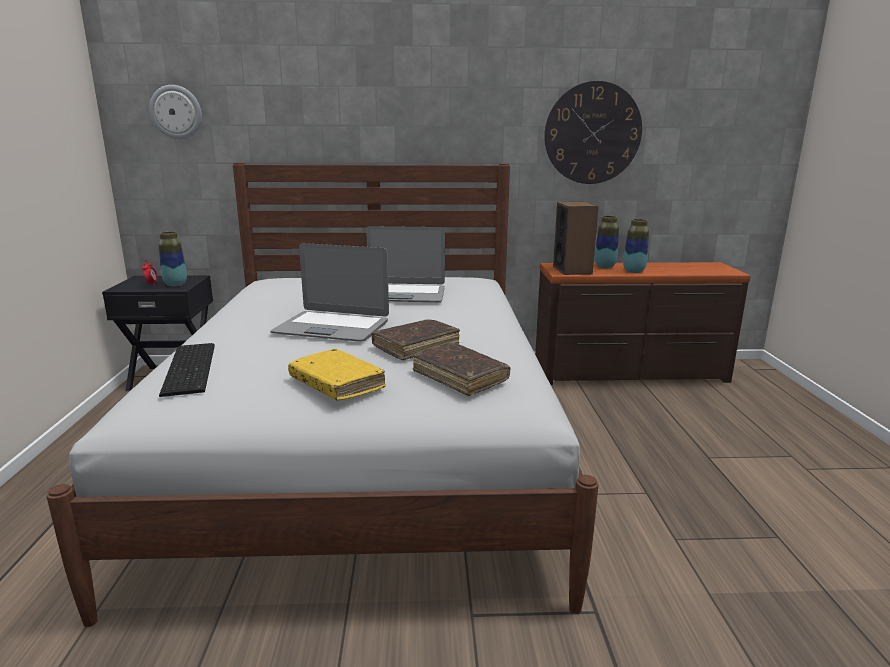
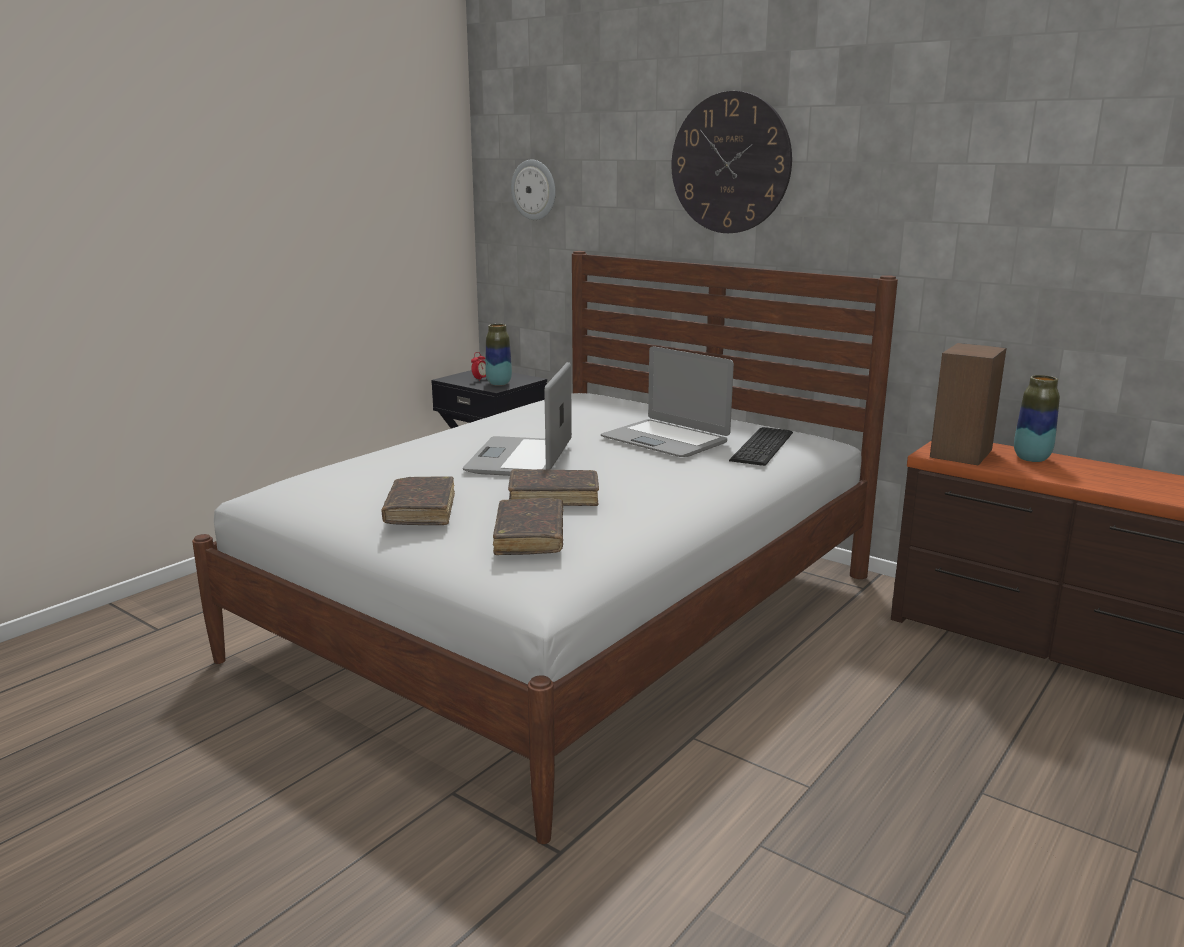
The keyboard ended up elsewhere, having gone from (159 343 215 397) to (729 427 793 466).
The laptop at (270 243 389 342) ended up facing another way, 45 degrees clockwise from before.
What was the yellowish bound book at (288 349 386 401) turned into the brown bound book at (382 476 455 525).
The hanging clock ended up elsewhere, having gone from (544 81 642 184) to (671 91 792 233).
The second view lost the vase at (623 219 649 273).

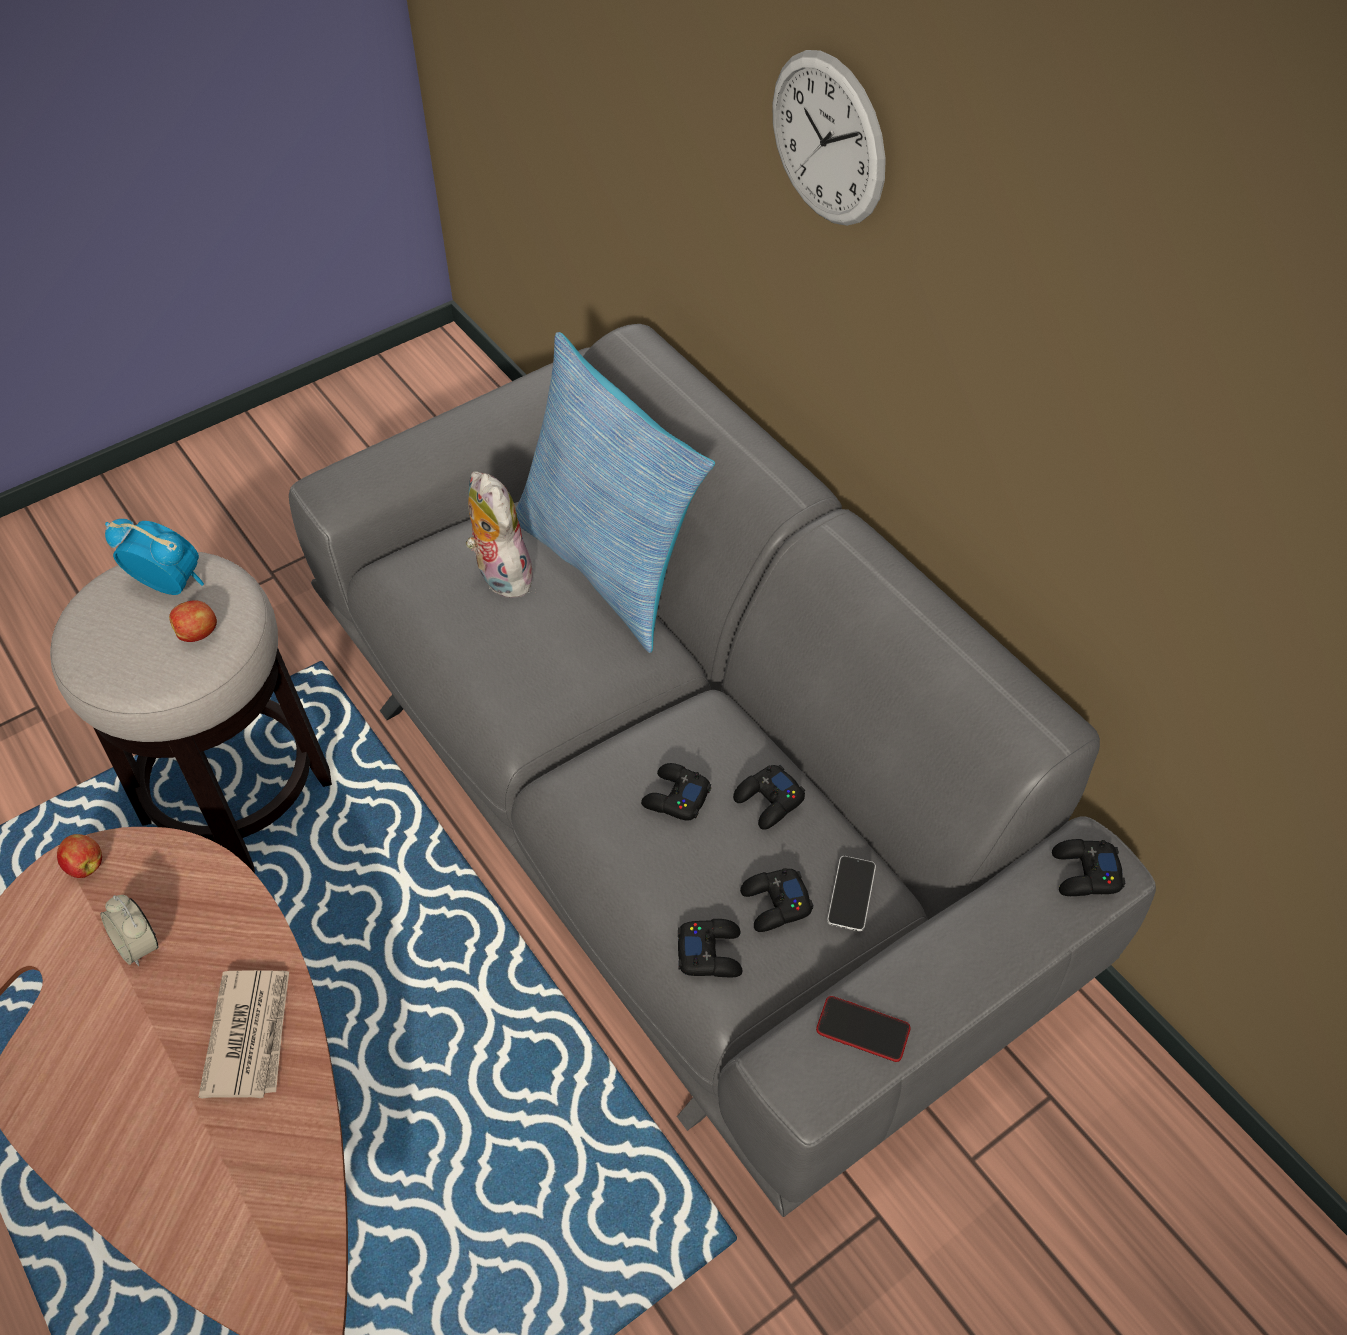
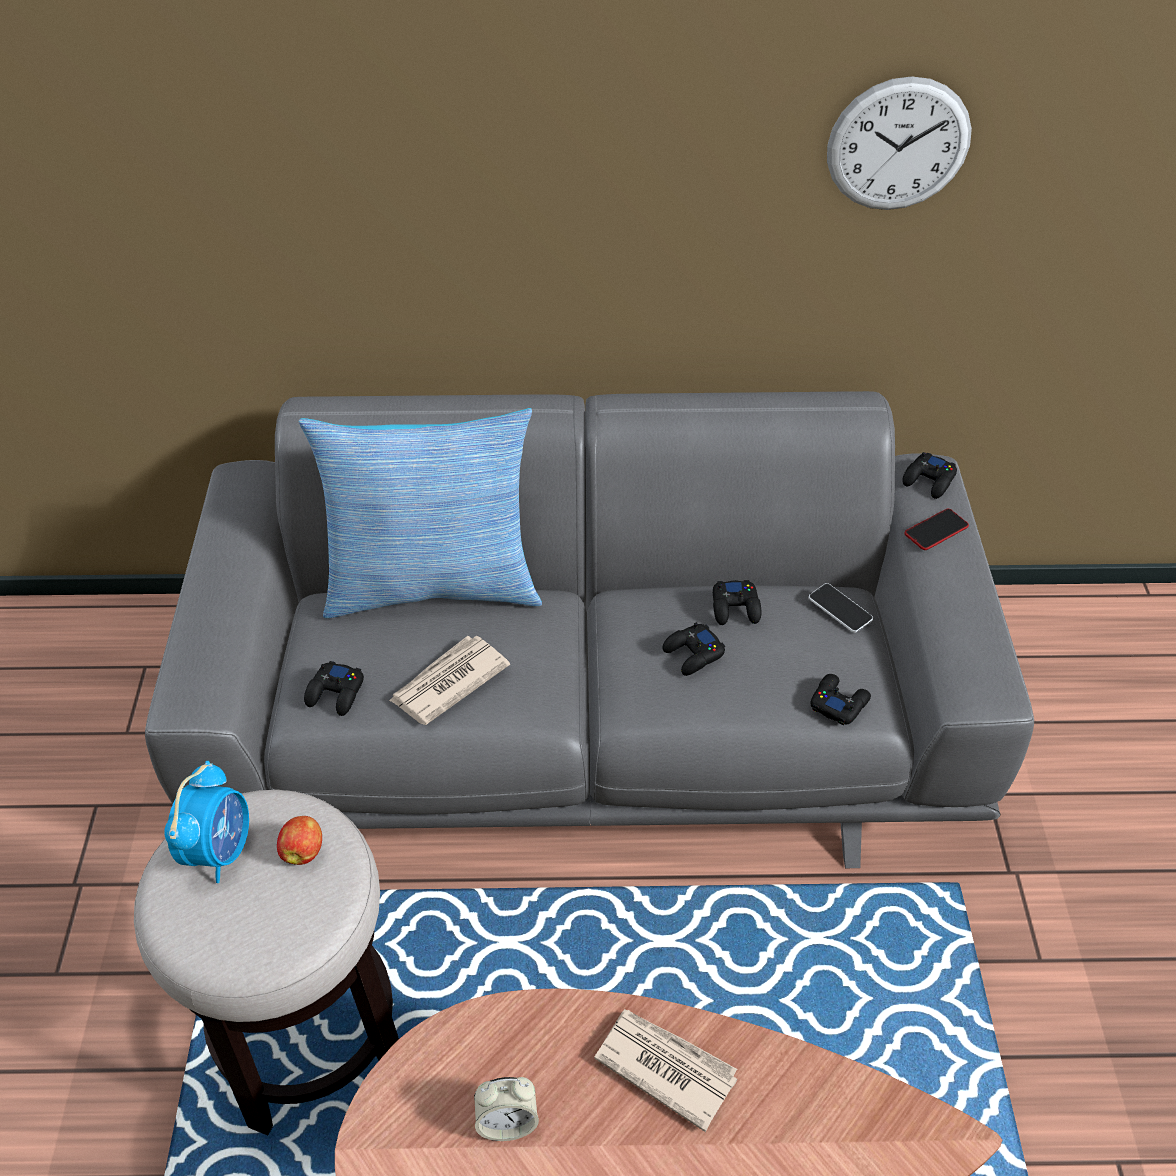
The second view lost the apple fruit at (57 834 102 878).
The table clock at (105 519 204 595) ended up facing another way, 135 degrees clockwise from before.
The second view lost the plush toy at (466 471 536 598).
The black-coloured game controller ended up elsewhere, having gone from (740 868 813 932) to (304 661 364 716).
The hanging clock ended up elsewhere, having gone from (772 50 886 226) to (827 76 972 210).
The telephone ended up elsewhere, having gone from (816 996 910 1062) to (905 509 969 550).
The second view gained the printed paper at (389 636 510 725).

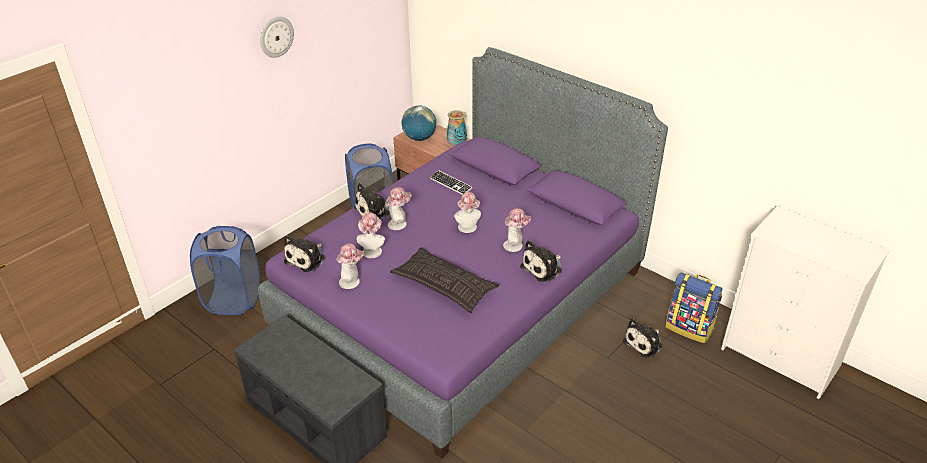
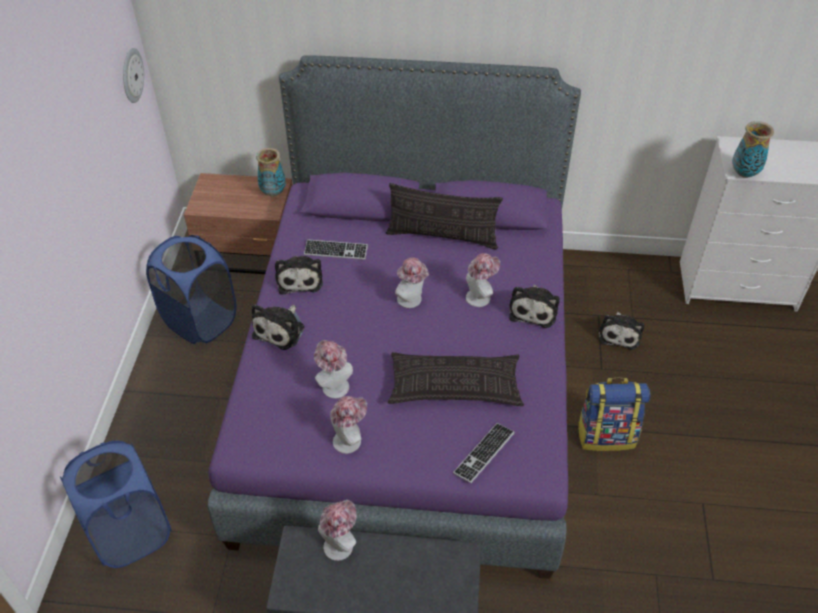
The hanging clock ended up elsewhere, having gone from (260 16 294 58) to (123 48 144 103).
The plush toy ended up elsewhere, having gone from (284 235 326 272) to (275 256 323 294).
The clothing hat ended up elsewhere, having gone from (386 187 412 230) to (318 500 356 561).
The second view lost the world globe at (402 105 437 141).
The knapsack ended up elsewhere, having gone from (666 272 723 343) to (577 378 650 451).
The second view gained the pillow at (386 183 503 249).
The second view gained the keyboard at (453 423 515 483).
The second view gained the vase at (732 121 774 178).

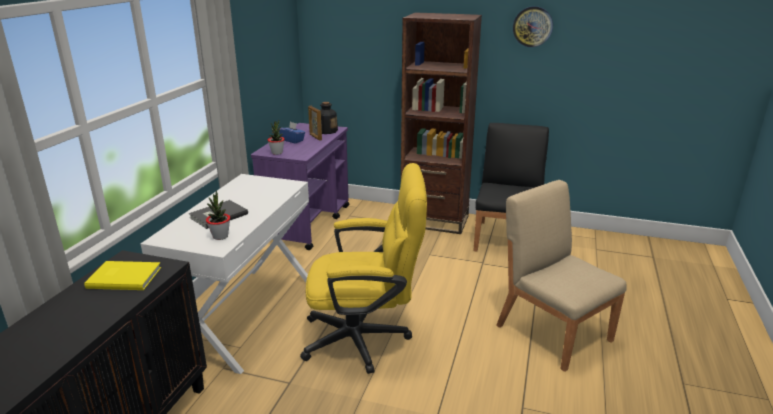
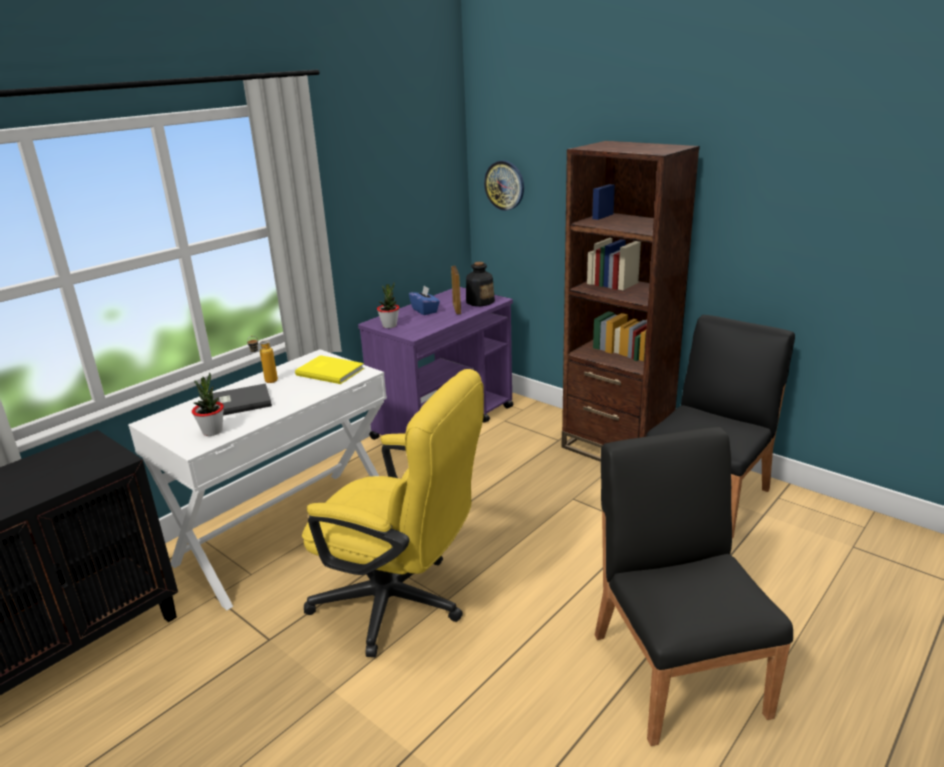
The yellowish bound book ended up elsewhere, having gone from (84 261 161 290) to (295 355 364 384).
What was the sand-coloured upright chair at (496 180 626 372) turned into the black-coloured upright chair at (595 427 793 746).
The hanging clock ended up elsewhere, having gone from (513 6 553 47) to (484 160 524 211).
The second view gained the bottle at (247 336 278 383).

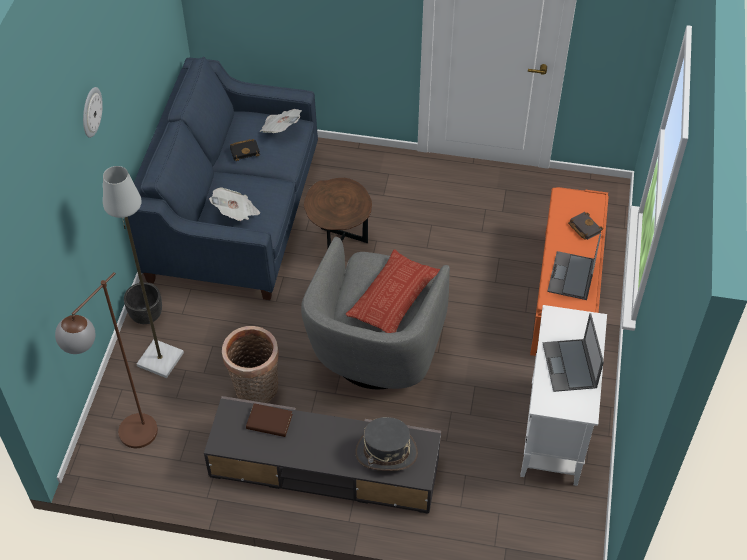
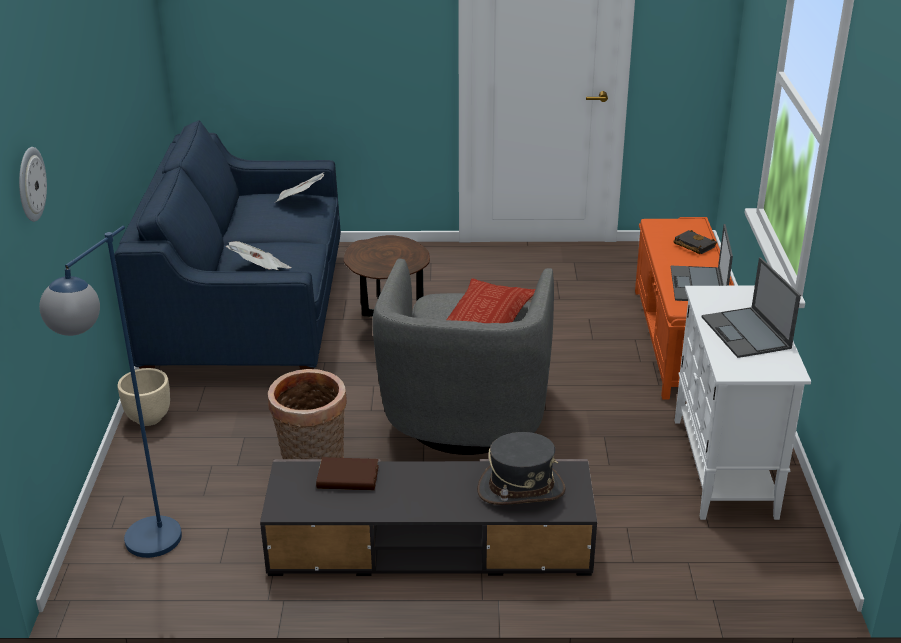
What was the brown standard lamp at (55 272 158 448) turned into the bluish standard lamp at (39 226 182 558).
The hanging clock ended up elsewhere, having gone from (83 87 103 138) to (19 147 47 222).
The second view lost the grey standard lamp at (103 166 184 378).
What was the black-coloured flower pot at (124 282 162 324) turned into the sand-coloured flower pot at (118 368 170 426).
The second view lost the black-coloured bound book at (230 139 260 161).

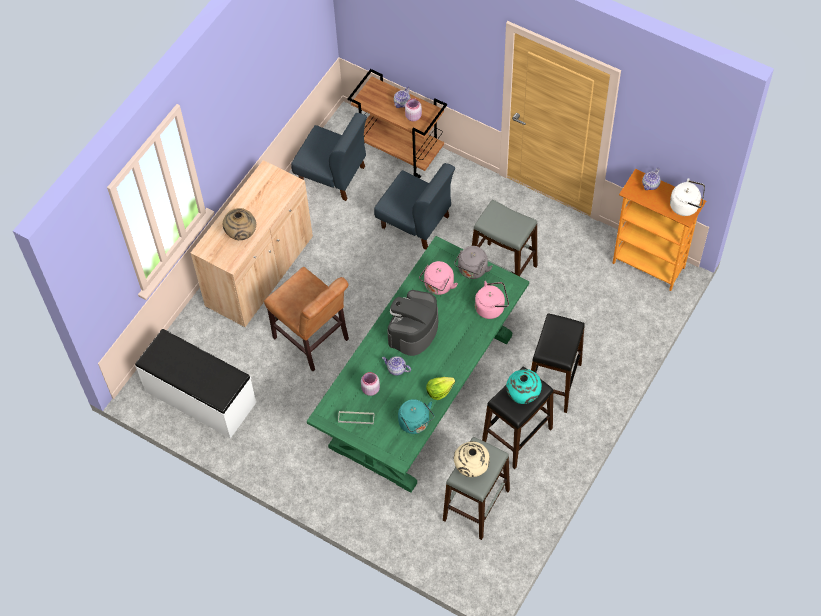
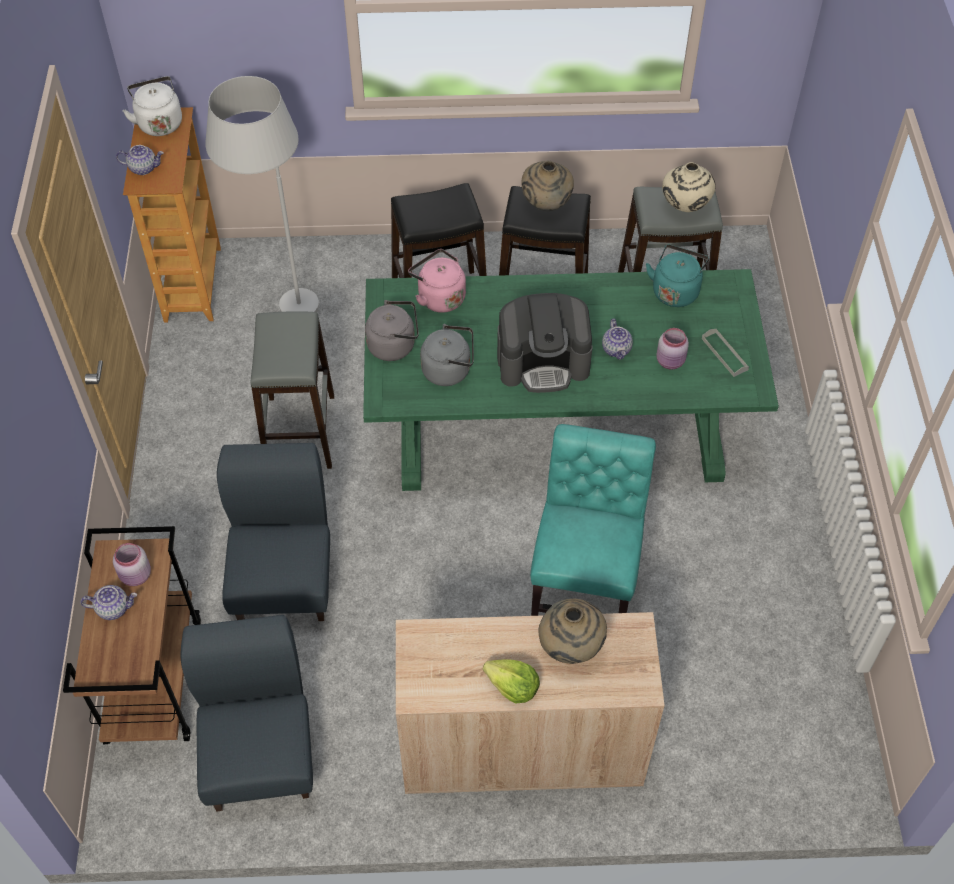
The second view lost the white indoor bench at (135 329 256 439).
What was the brown upright chair at (264 267 349 371) turned into the turquoise-coloured upright chair at (530 424 656 616).
What was the pinkish water kettle at (419 261 458 295) turned into the grey water kettle at (420 324 474 386).
The lettuce head ended up elsewhere, having gone from (426 377 455 400) to (483 659 540 703).
What was the turquoise-coloured vase at (506 369 542 404) turned into the sand-coloured vase at (521 161 574 211).
The second view gained the white standard lamp at (205 76 319 313).

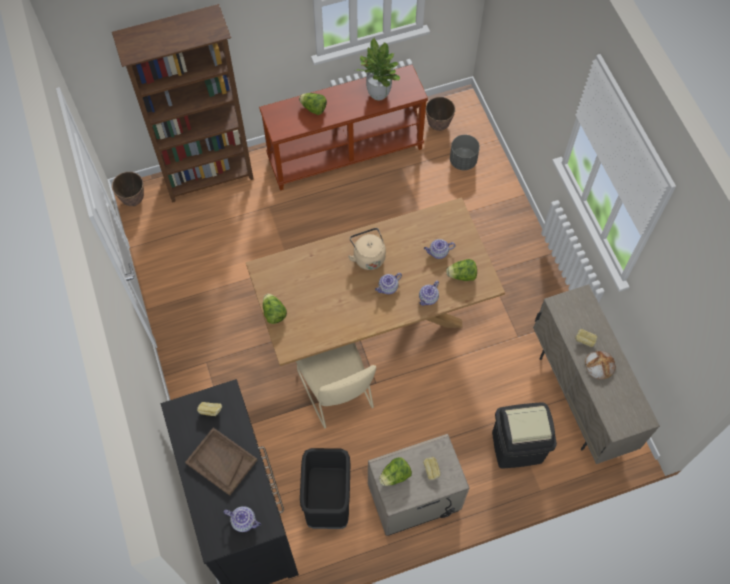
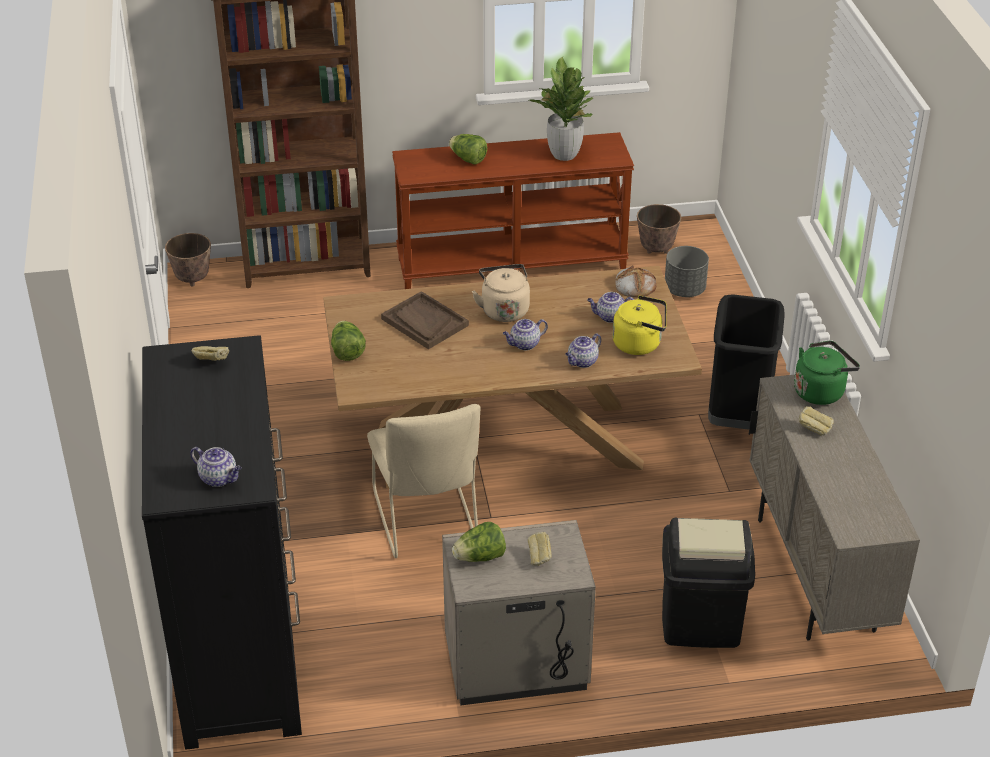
The brown carrying tray ended up elsewhere, having gone from (185 428 257 496) to (381 291 469 349).
The black-coloured rubbish bin ended up elsewhere, having gone from (300 448 350 529) to (708 294 785 430).
Where the lettuce head stood at (446 259 477 281), the yellowish water kettle came to stand at (612 295 667 355).
The bakery bread ended up elsewhere, having gone from (585 351 616 379) to (615 265 656 297).
The second view gained the greenish water kettle at (794 341 860 405).

